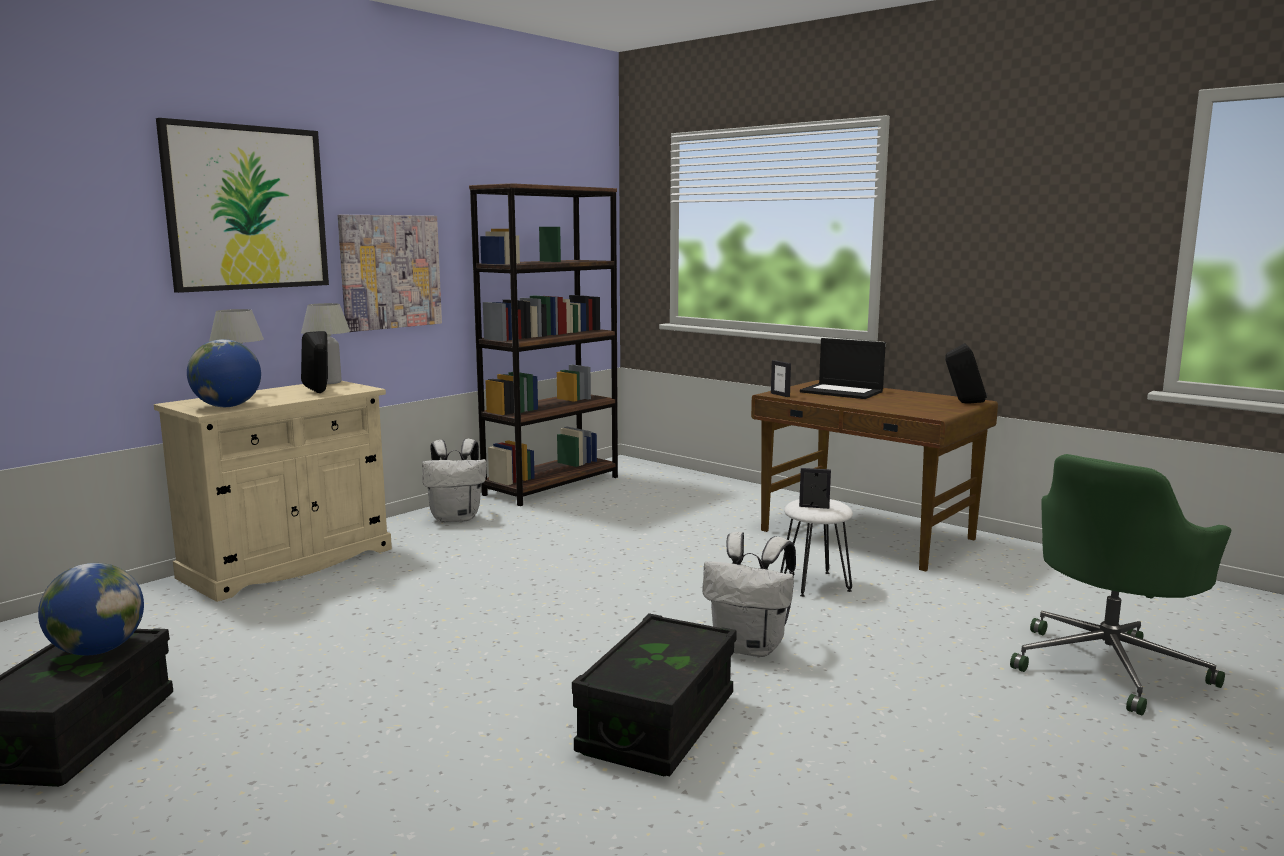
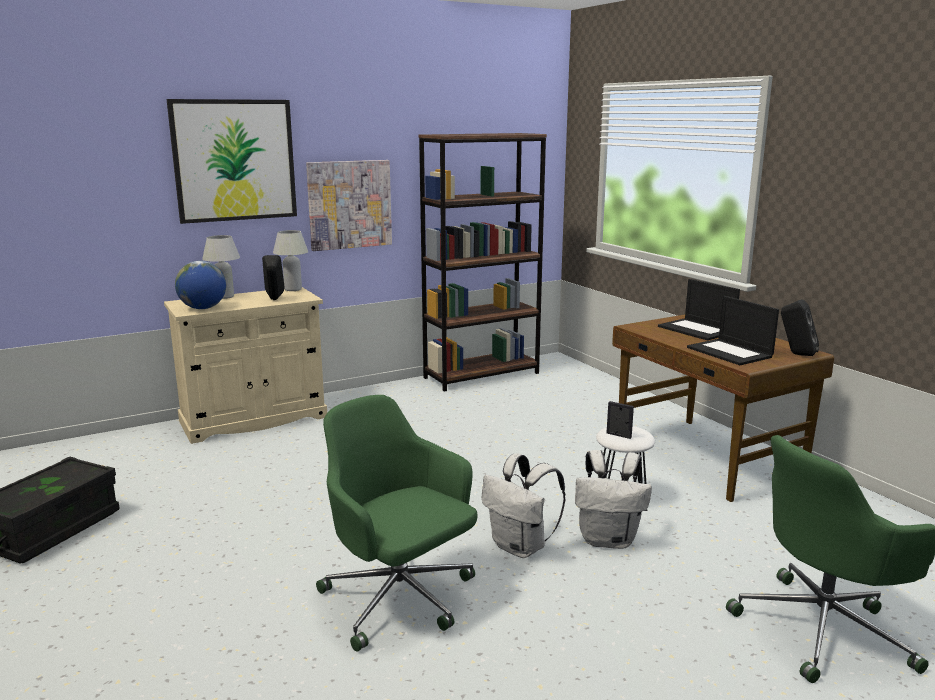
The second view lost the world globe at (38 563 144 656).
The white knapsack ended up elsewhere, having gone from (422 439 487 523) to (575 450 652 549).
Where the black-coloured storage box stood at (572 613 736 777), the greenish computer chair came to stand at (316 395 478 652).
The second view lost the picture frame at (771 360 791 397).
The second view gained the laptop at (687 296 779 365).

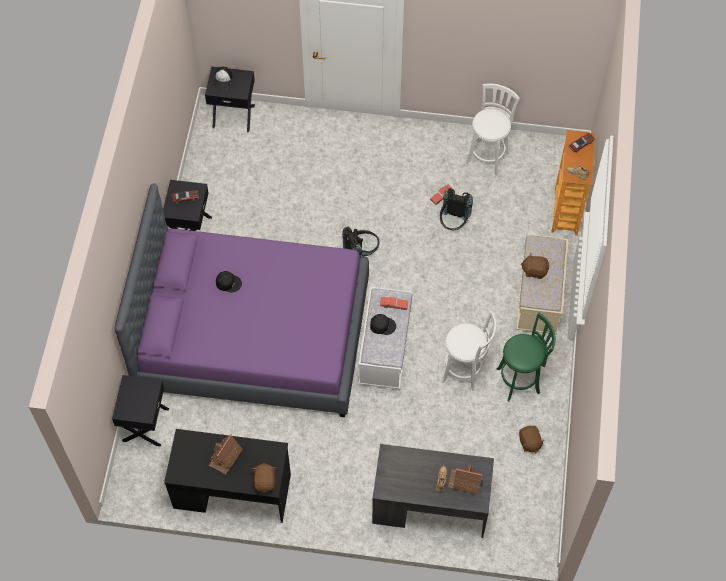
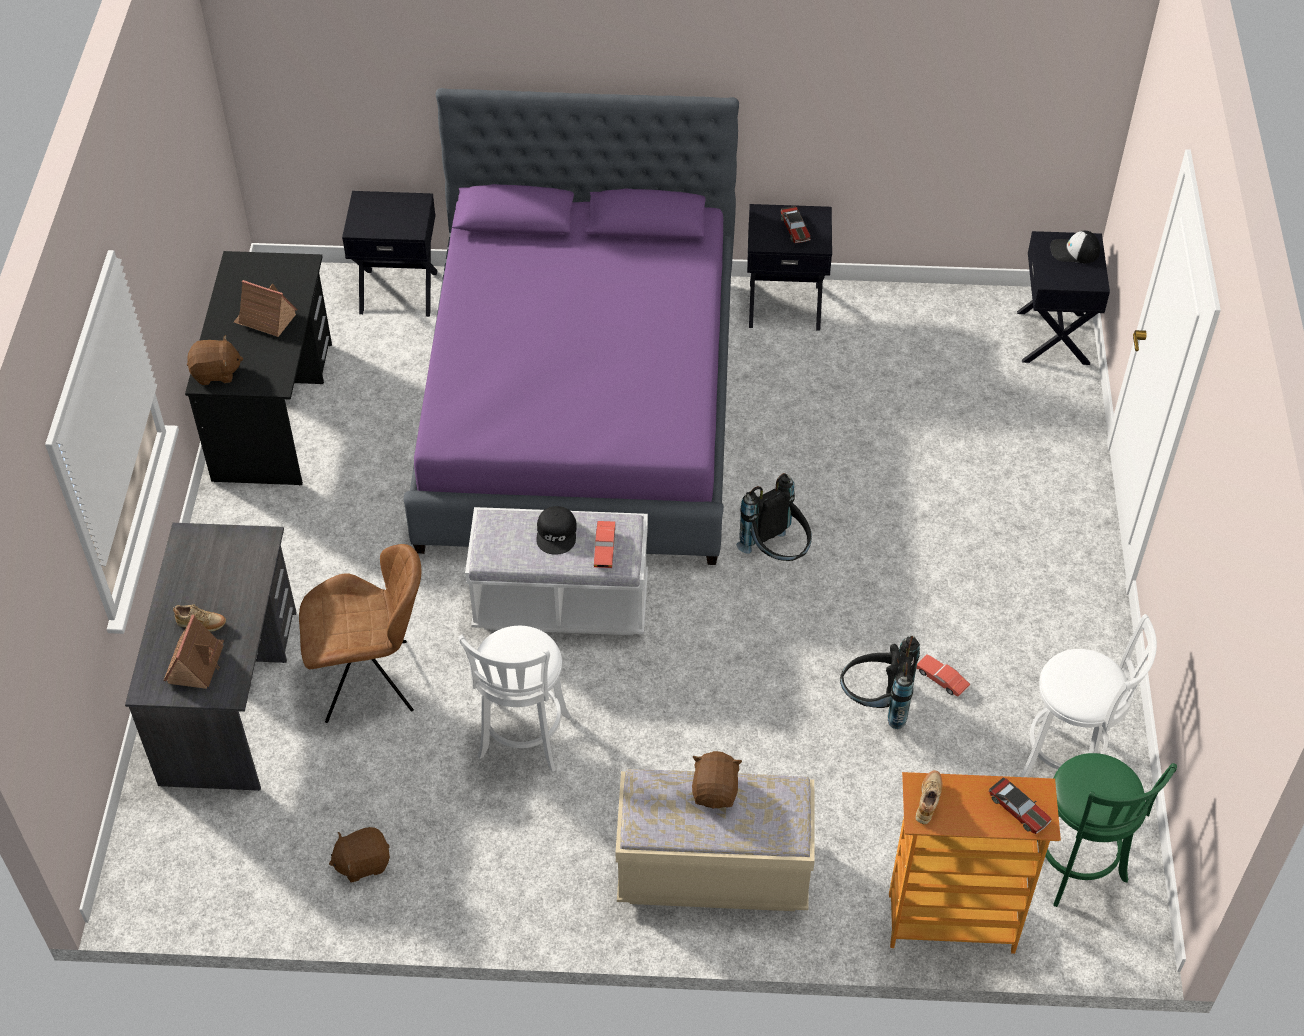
The second view lost the black-coloured baseball cap at (216 271 242 292).
The greenish sitting stool ended up elsewhere, having gone from (497 312 556 402) to (1037 753 1177 907).
The second view gained the brown upright chair at (299 544 422 723).

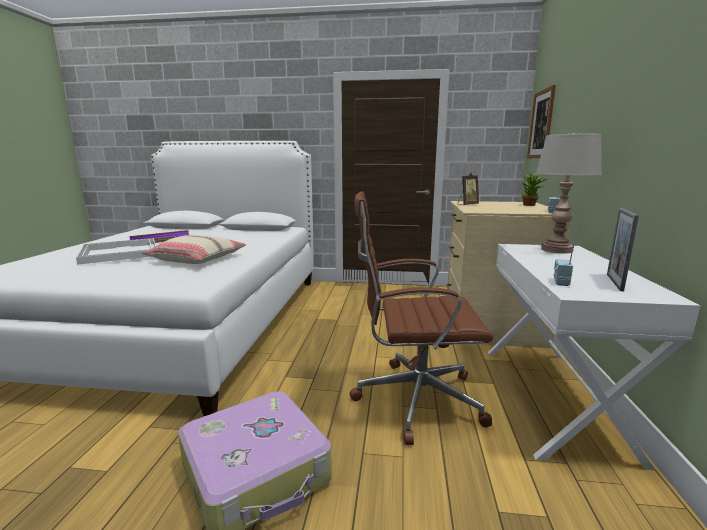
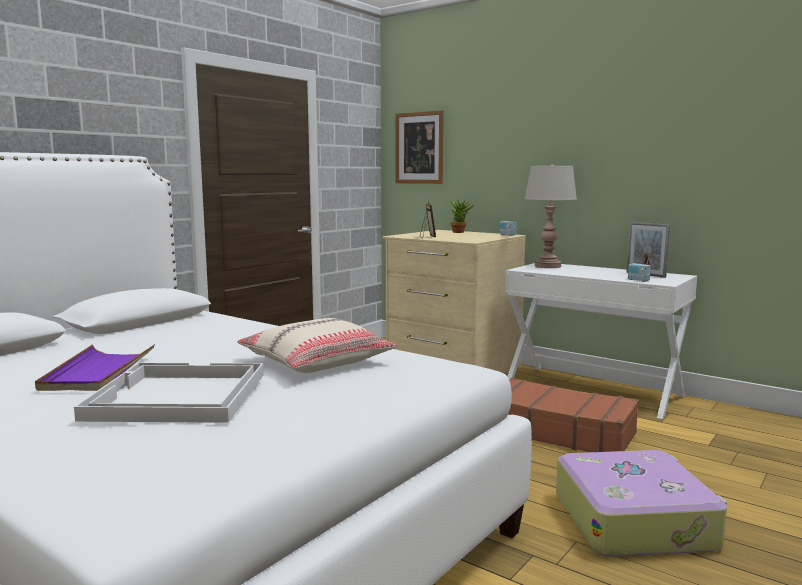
Where the brown computer chair stood at (350 191 493 445), the brown piece of luggage came to stand at (508 378 639 452).

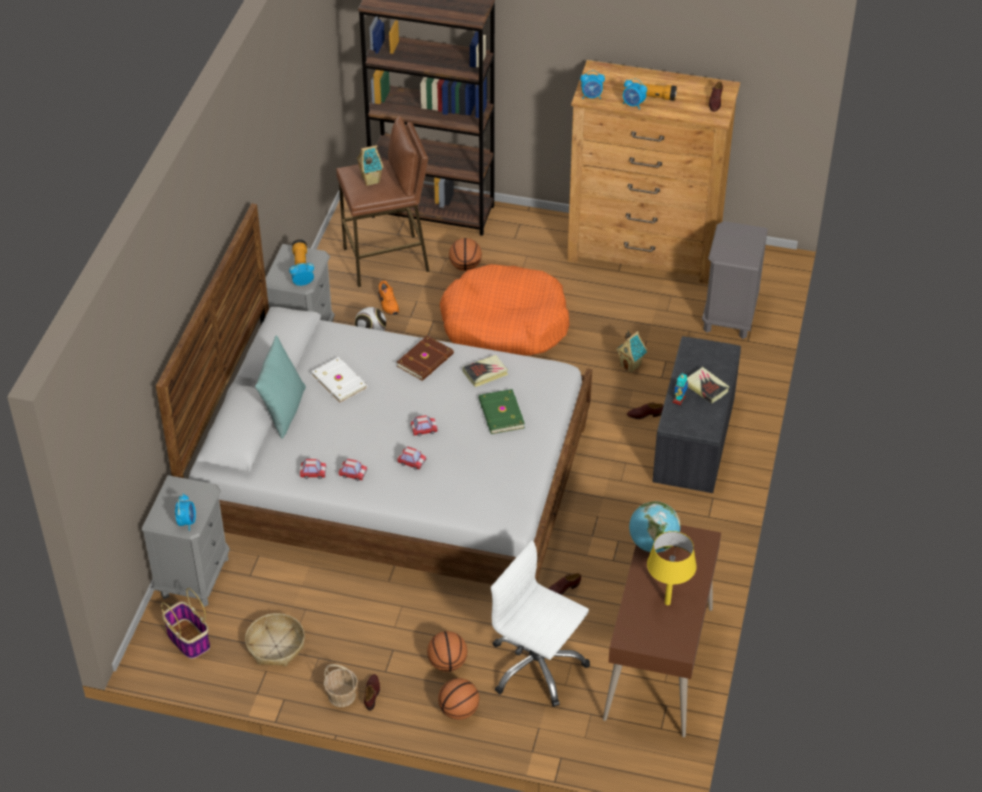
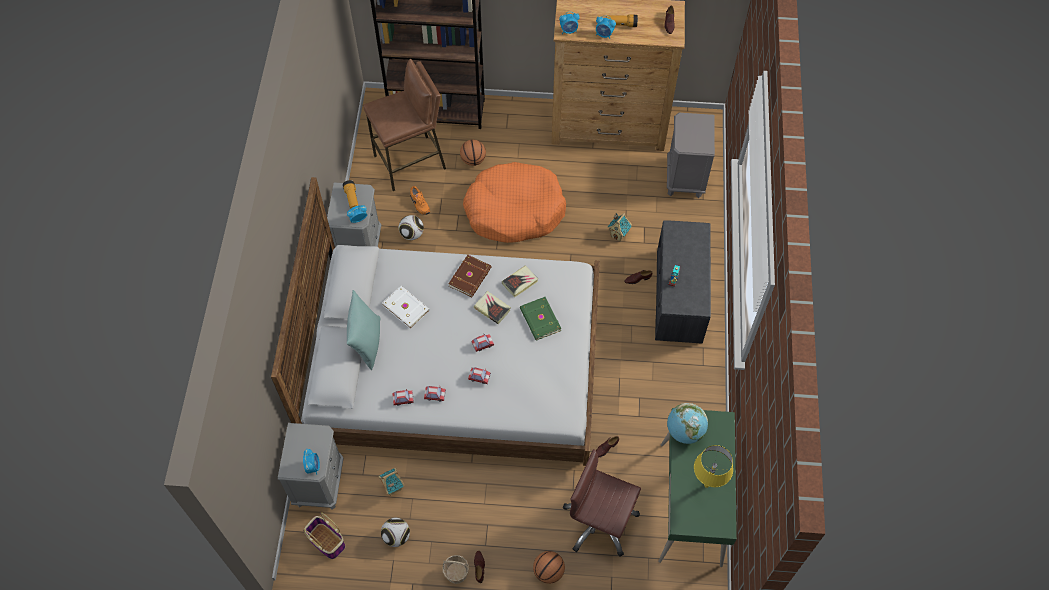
Where the household basket stood at (245 613 305 666), the football ball came to stand at (381 518 410 547).
The model house ended up elsewhere, having gone from (356 145 384 186) to (378 468 404 495).
The second view lost the basketball at (427 631 467 672).
What was the white computer chair at (491 540 590 707) turned into the brown computer chair at (563 449 641 557).
What was the brown desk table at (603 525 721 737) turned into the greenish desk table at (658 408 737 567).
The bound book ended up elsewhere, having gone from (687 367 729 404) to (474 291 511 324).

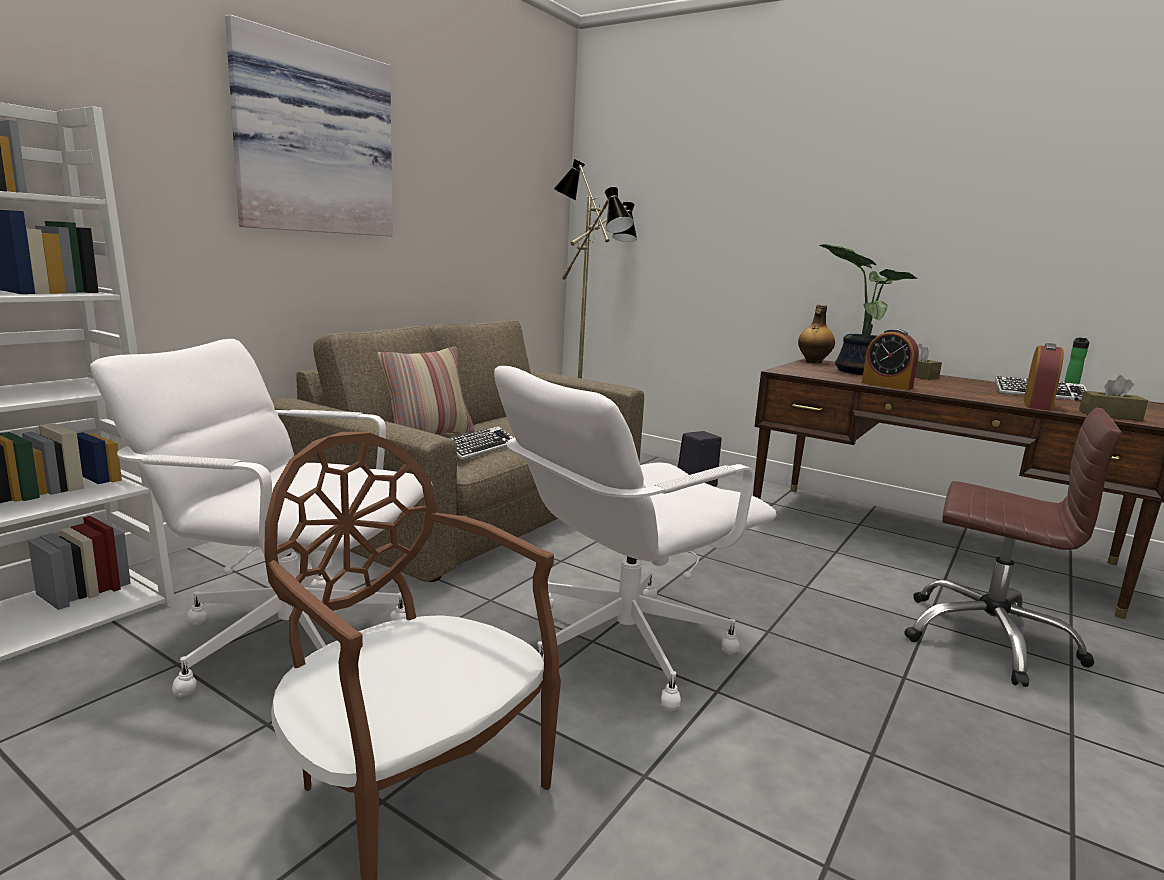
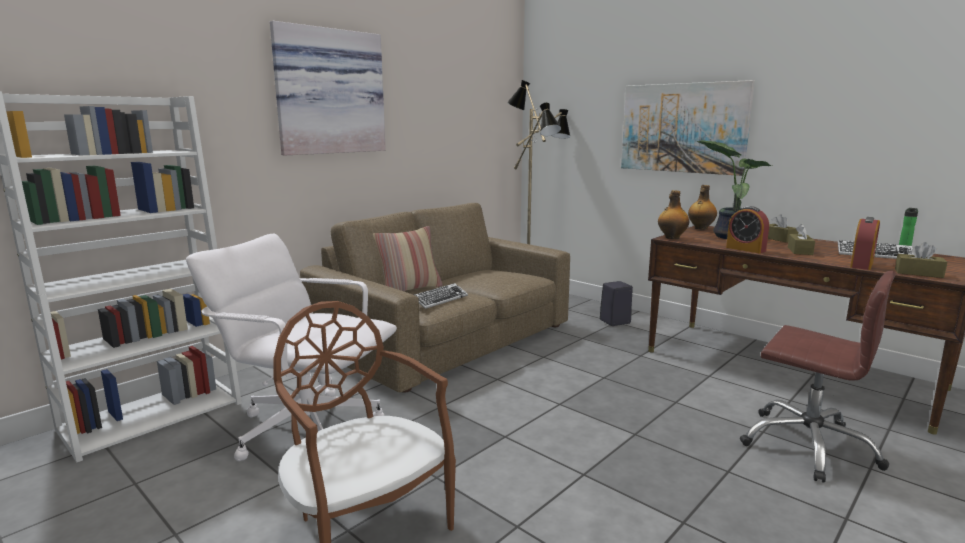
The second view lost the white computer chair at (494 366 776 711).
The second view gained the picture at (621 80 755 176).
The second view gained the bottle at (658 190 690 239).
The second view gained the brown box of tissues at (788 224 815 255).

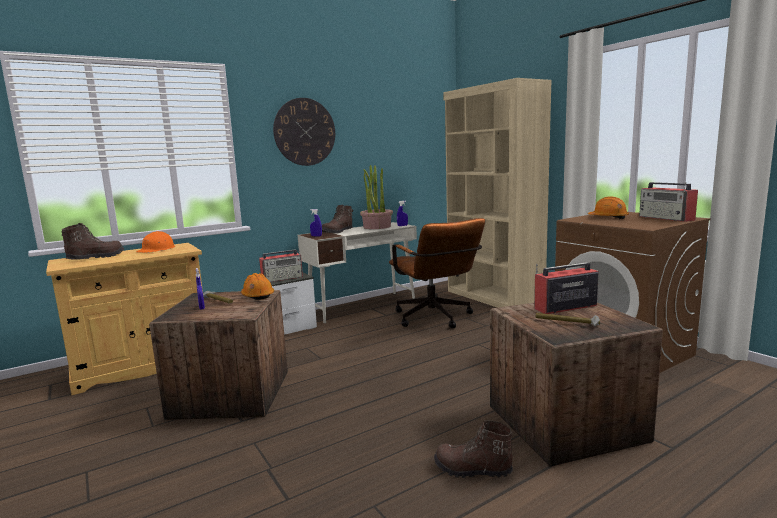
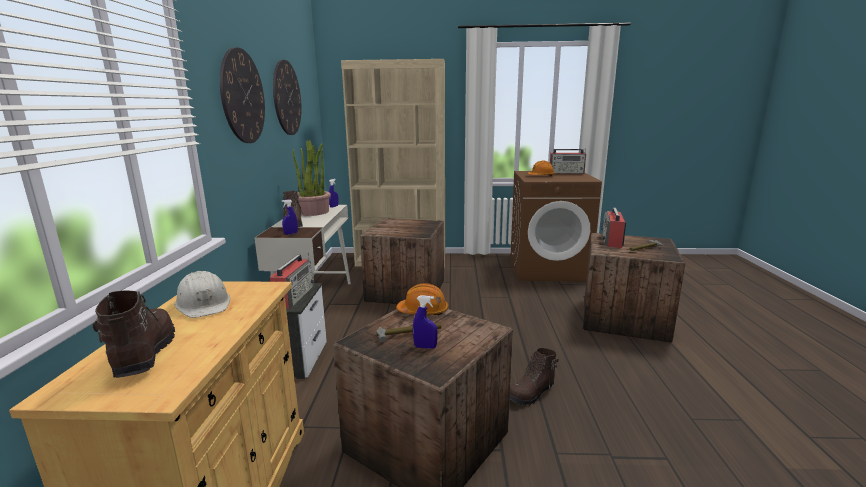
What was the orangey safety helmet at (136 231 175 253) turned into the white safety helmet at (175 271 230 318).
Where the brown computer chair stood at (389 218 485 328), the shipping crate came to stand at (360 218 444 304).
The brown high-top boot ended up elsewhere, having gone from (434 420 513 478) to (510 348 559 406).
The second view gained the hanging clock at (273 60 301 135).

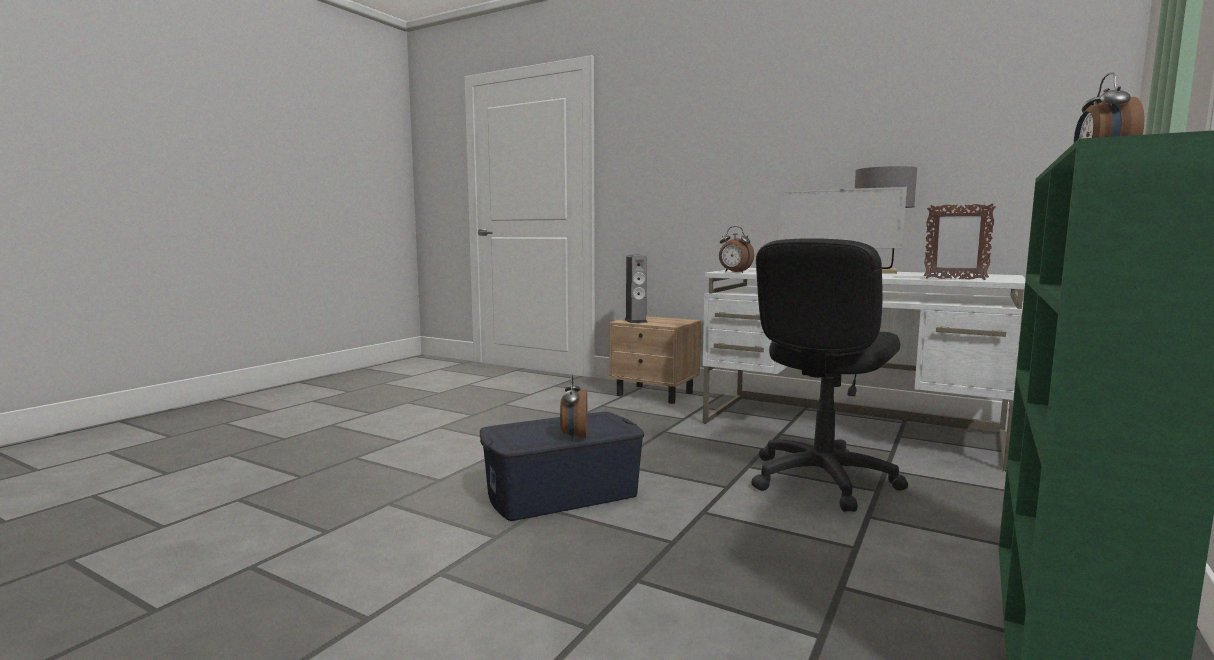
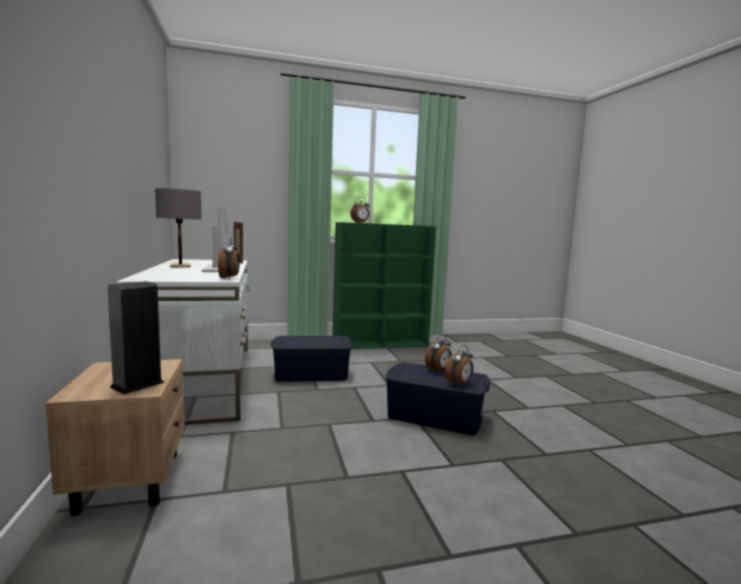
Where the black-coloured computer chair stood at (751 238 908 511), the bluish storage box came to stand at (271 336 353 382).
The second view gained the table clock at (445 345 473 387).

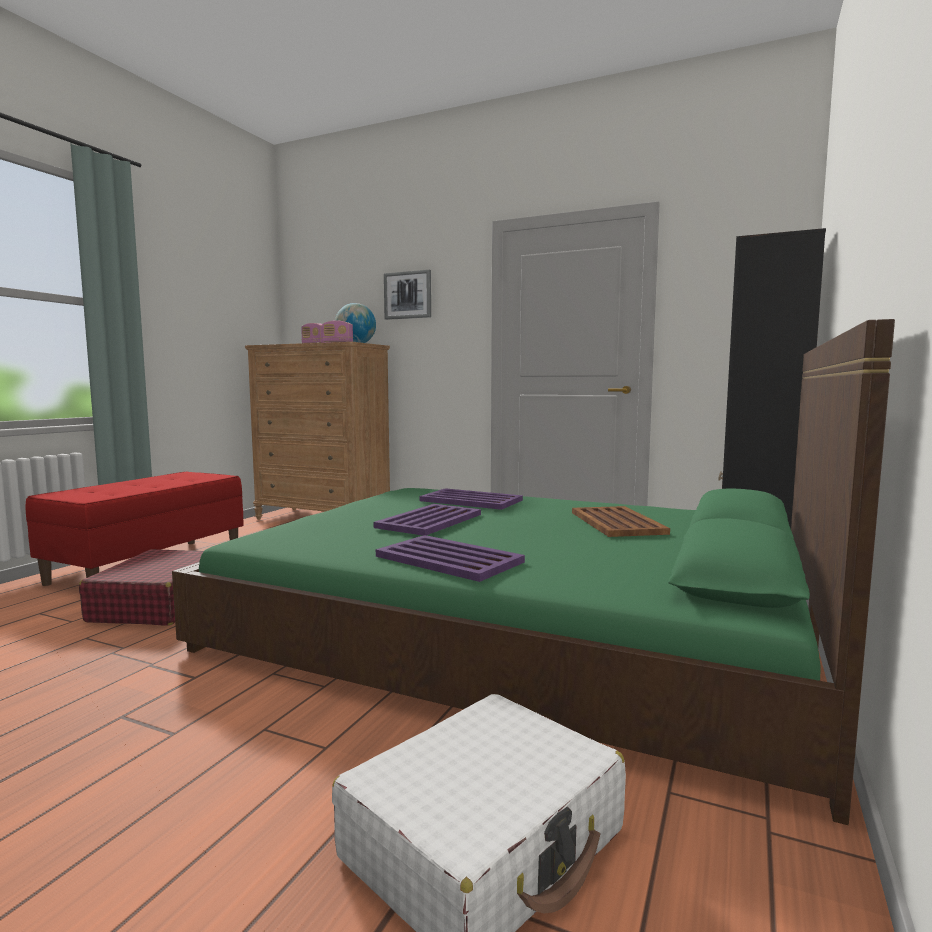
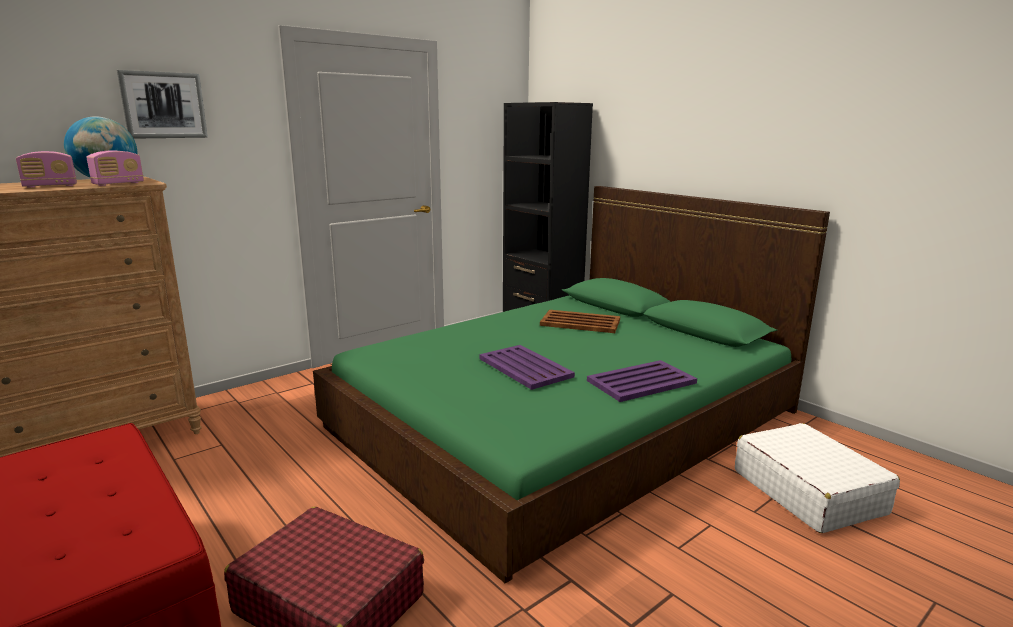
The second view lost the purple-coloured carrying tray at (420 488 523 510).

